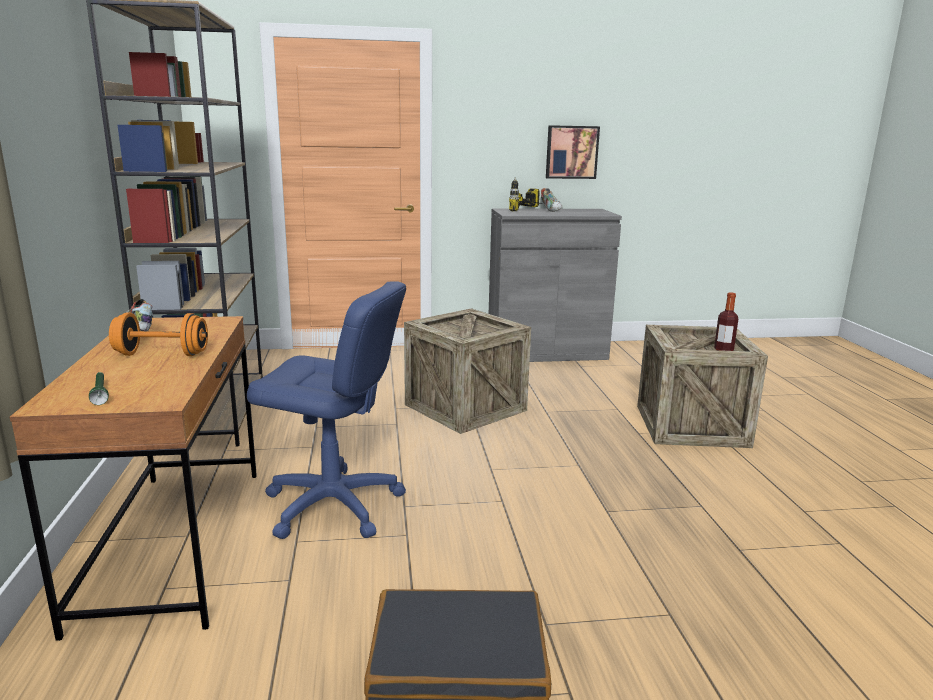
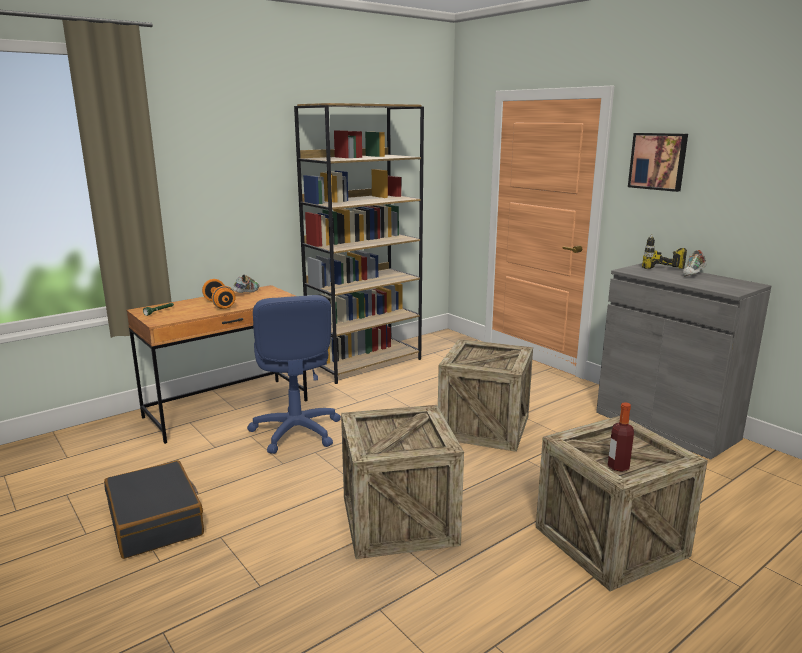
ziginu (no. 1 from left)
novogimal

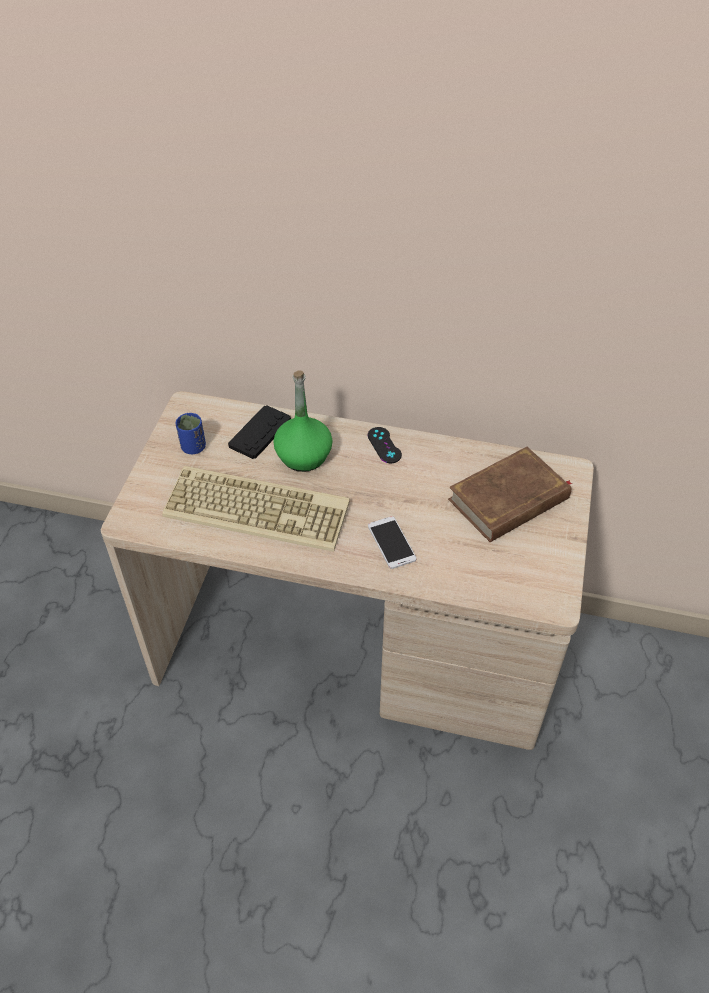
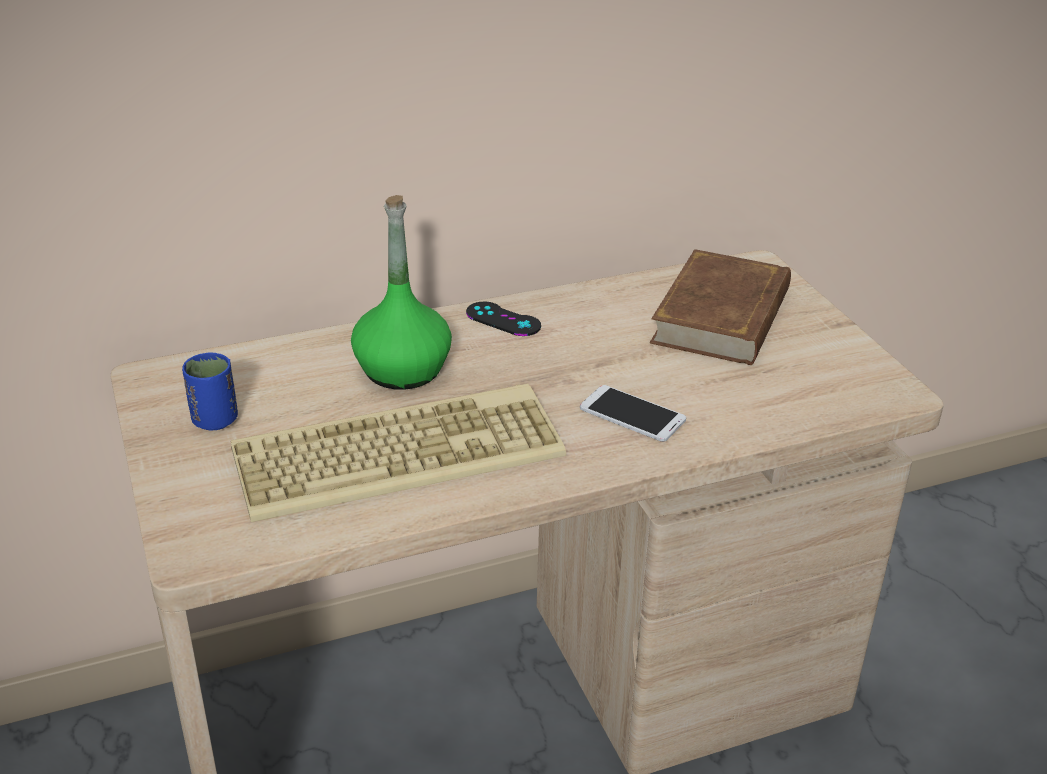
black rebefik (no. 1 from left in the first image)

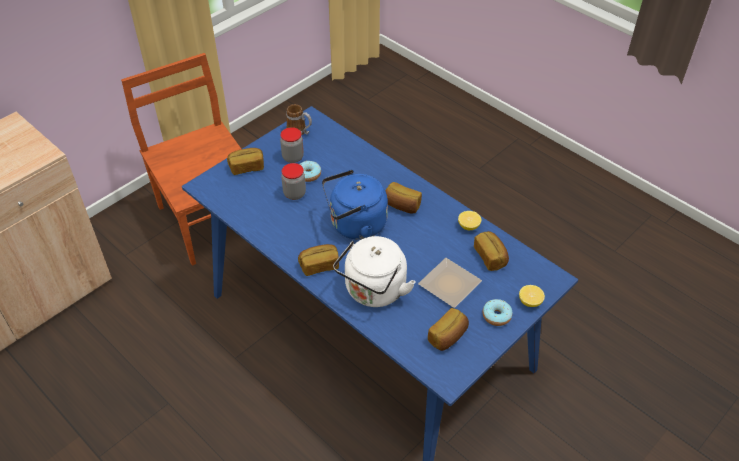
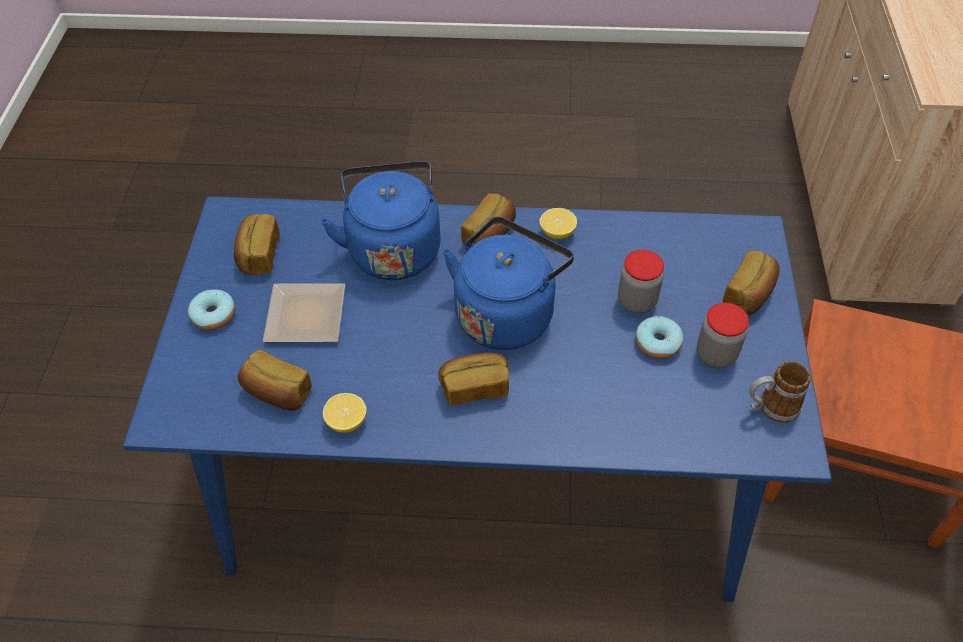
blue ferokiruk (no. 1 from left)
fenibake (no. 2 from left)

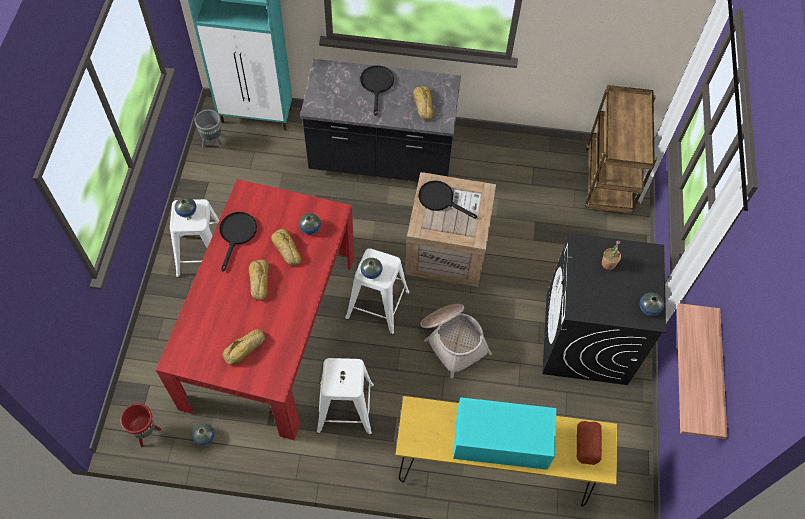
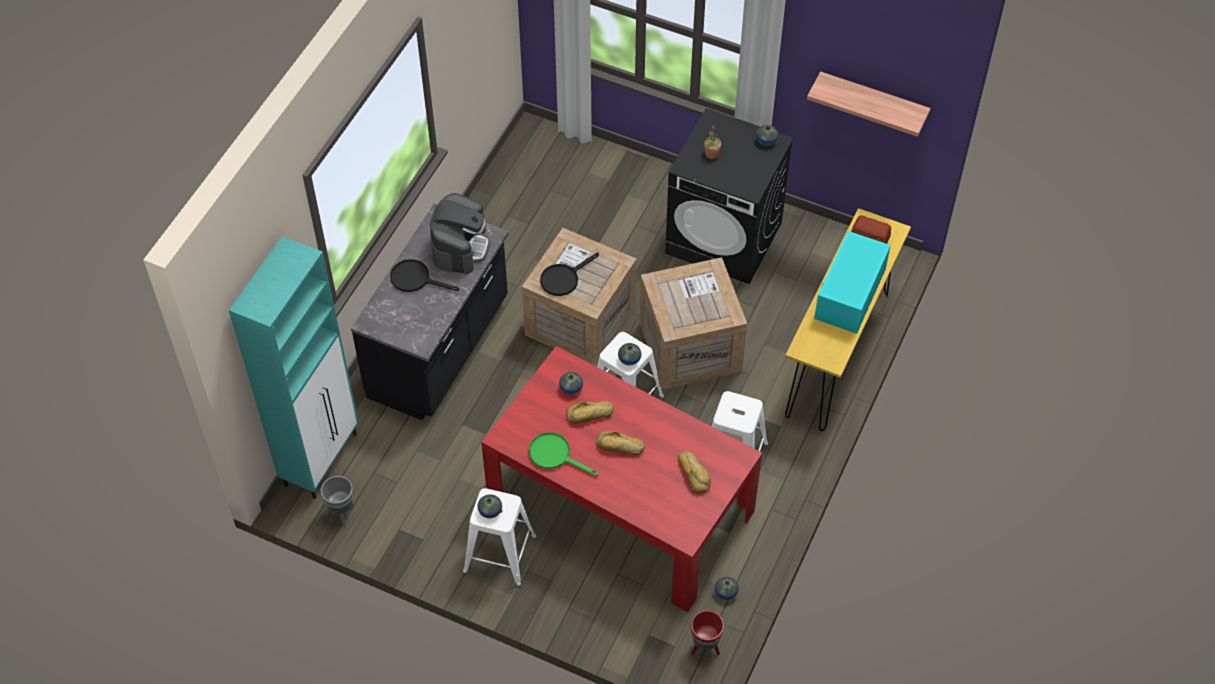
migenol
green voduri
ziginu (no. 2 from left)
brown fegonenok

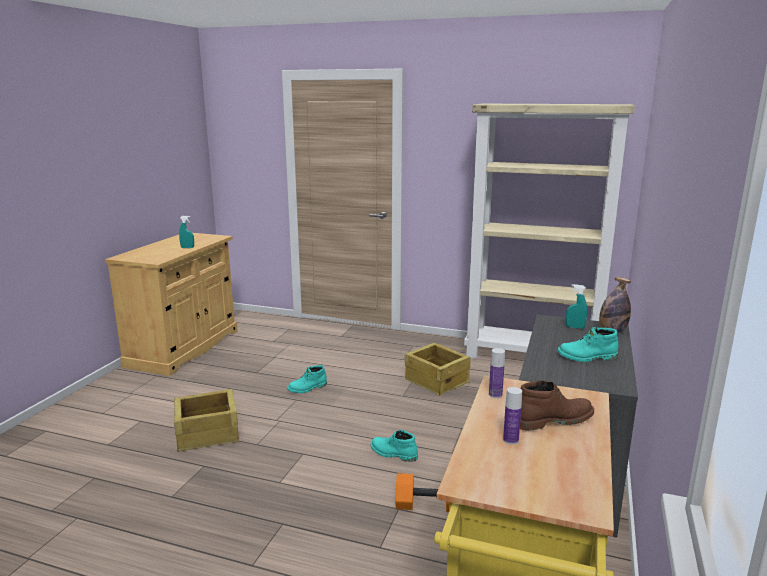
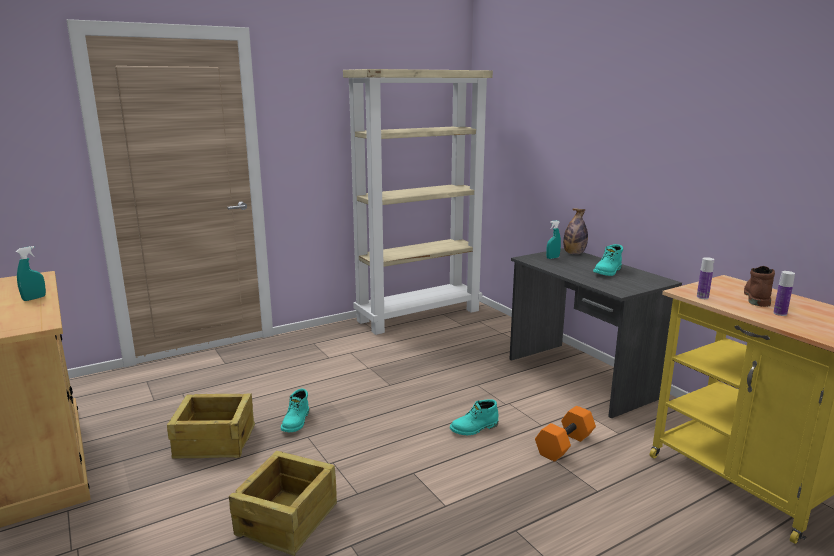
ziginu (no. 1 from left)

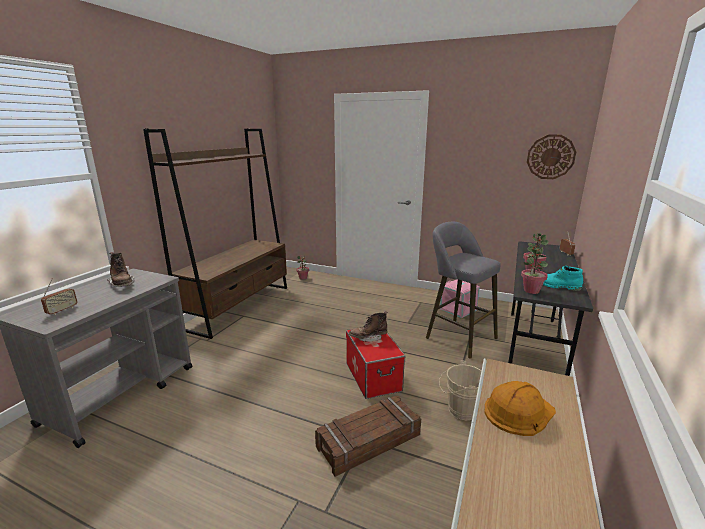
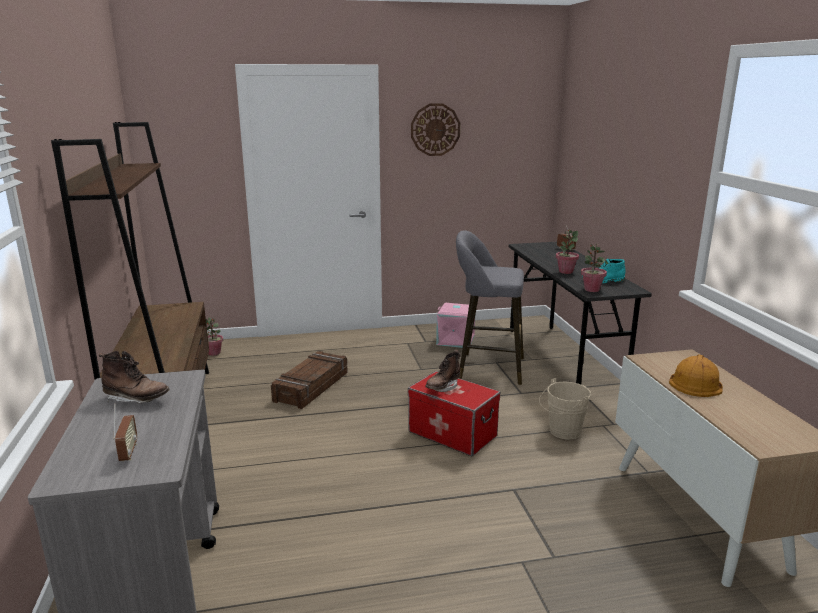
ziginu
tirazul

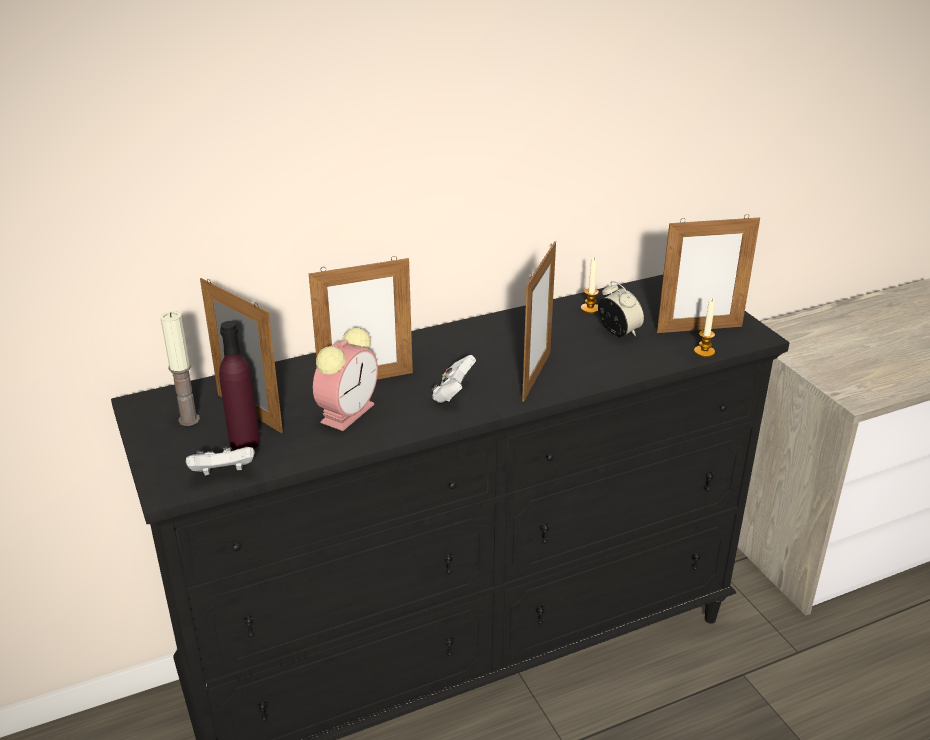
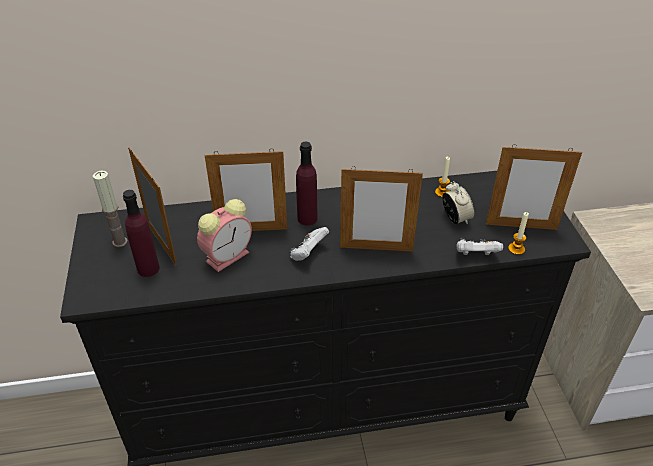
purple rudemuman (no. 2 from left)
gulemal (no. 3 from left)
white rebefik (no. 2 from left)

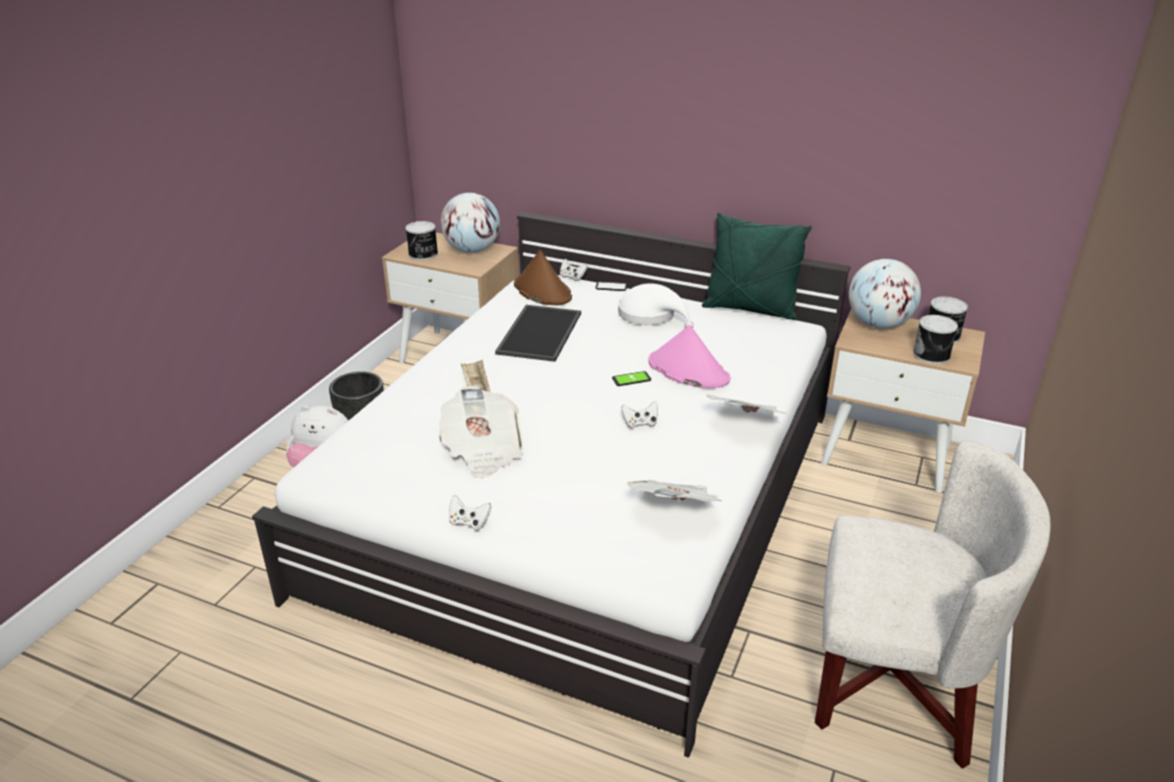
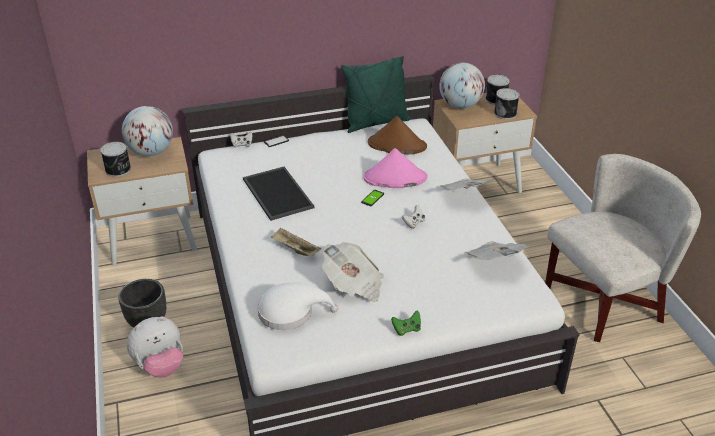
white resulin
brown resulin
green rebefik

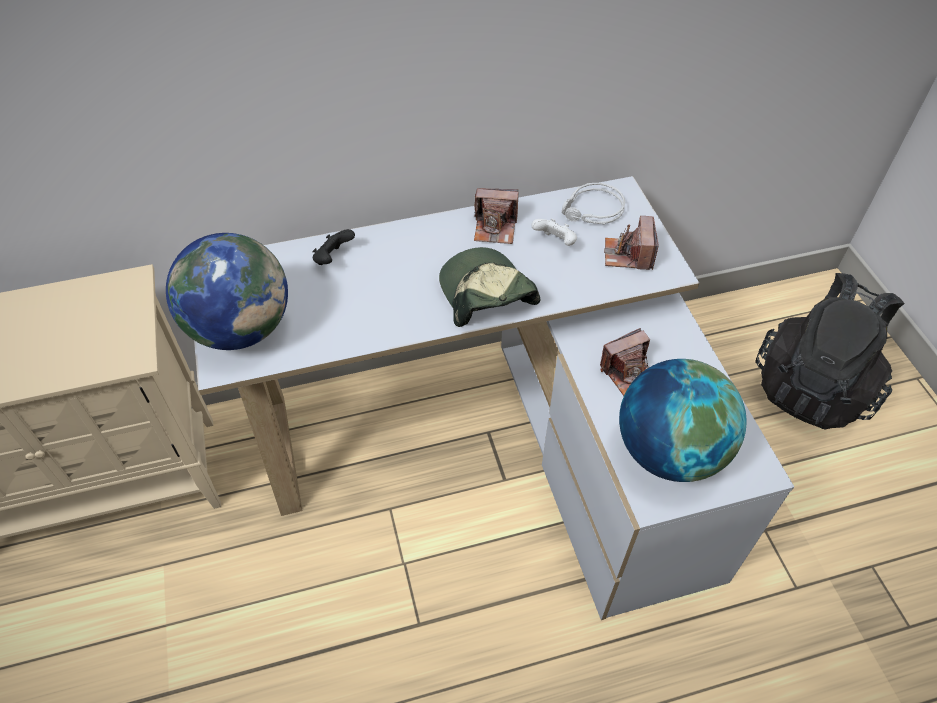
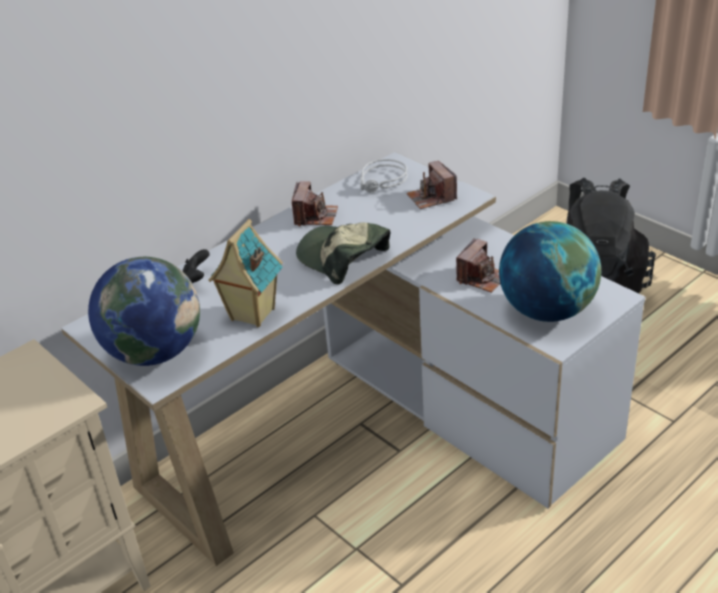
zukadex
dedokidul (no. 1 from left)
white rebefik

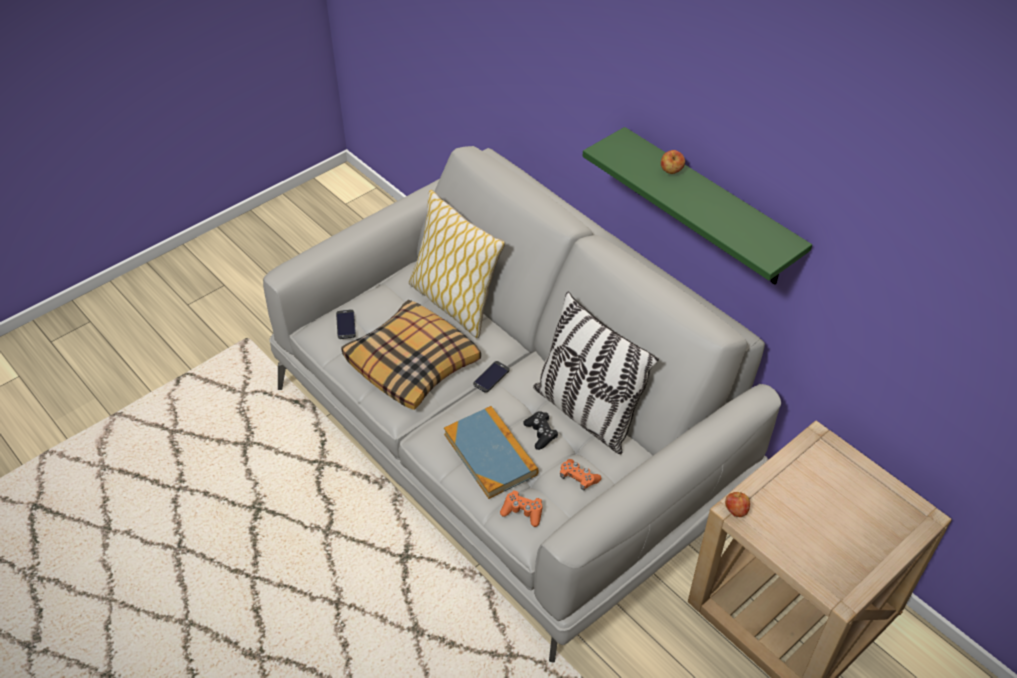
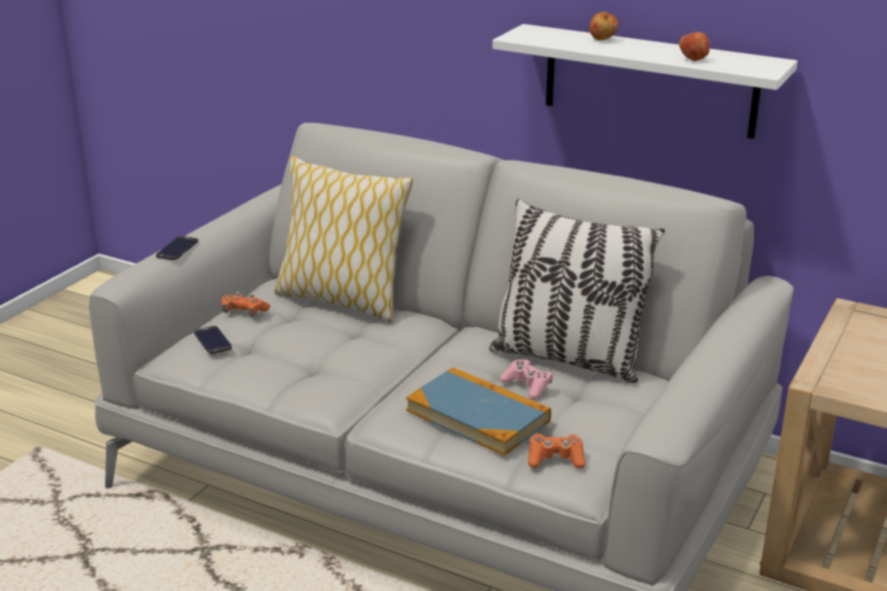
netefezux (no. 1 from left)
orange rebefik (no. 1 from left)
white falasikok
pink rebefik
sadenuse (no. 2 from left)
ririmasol (no. 1 from left in the first image)

